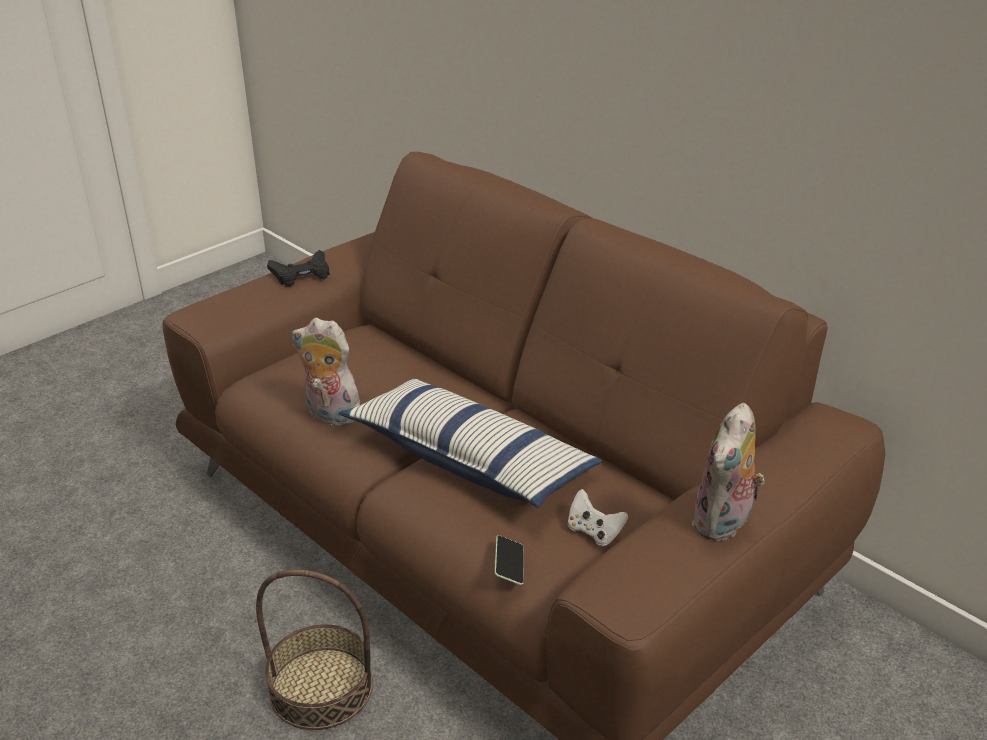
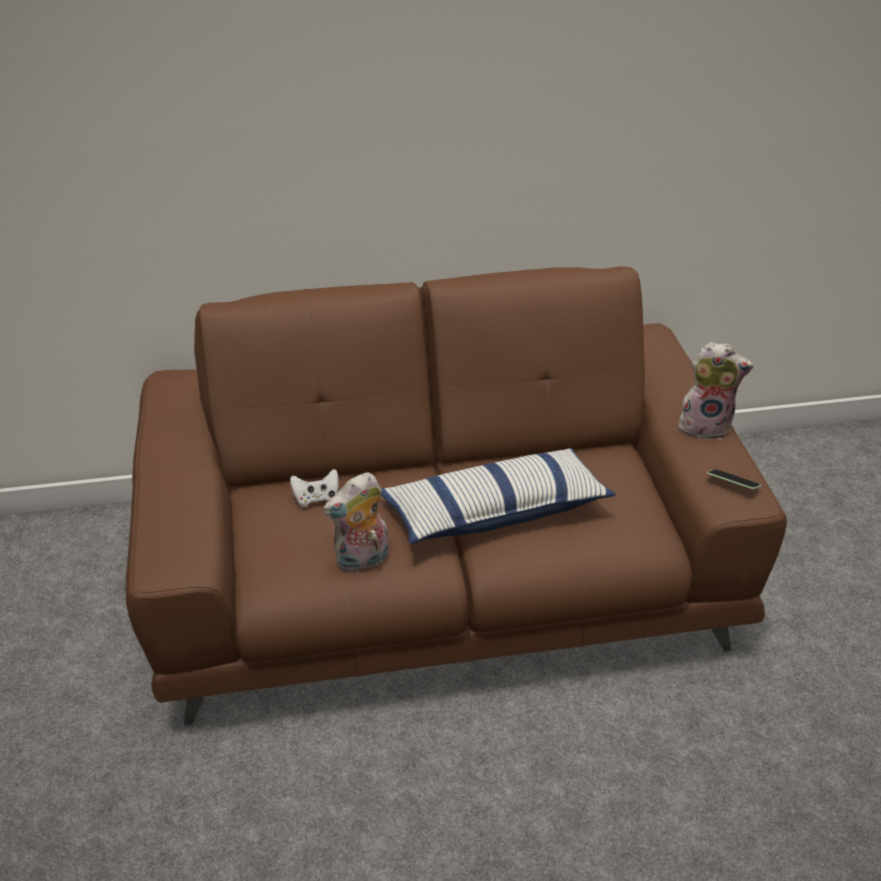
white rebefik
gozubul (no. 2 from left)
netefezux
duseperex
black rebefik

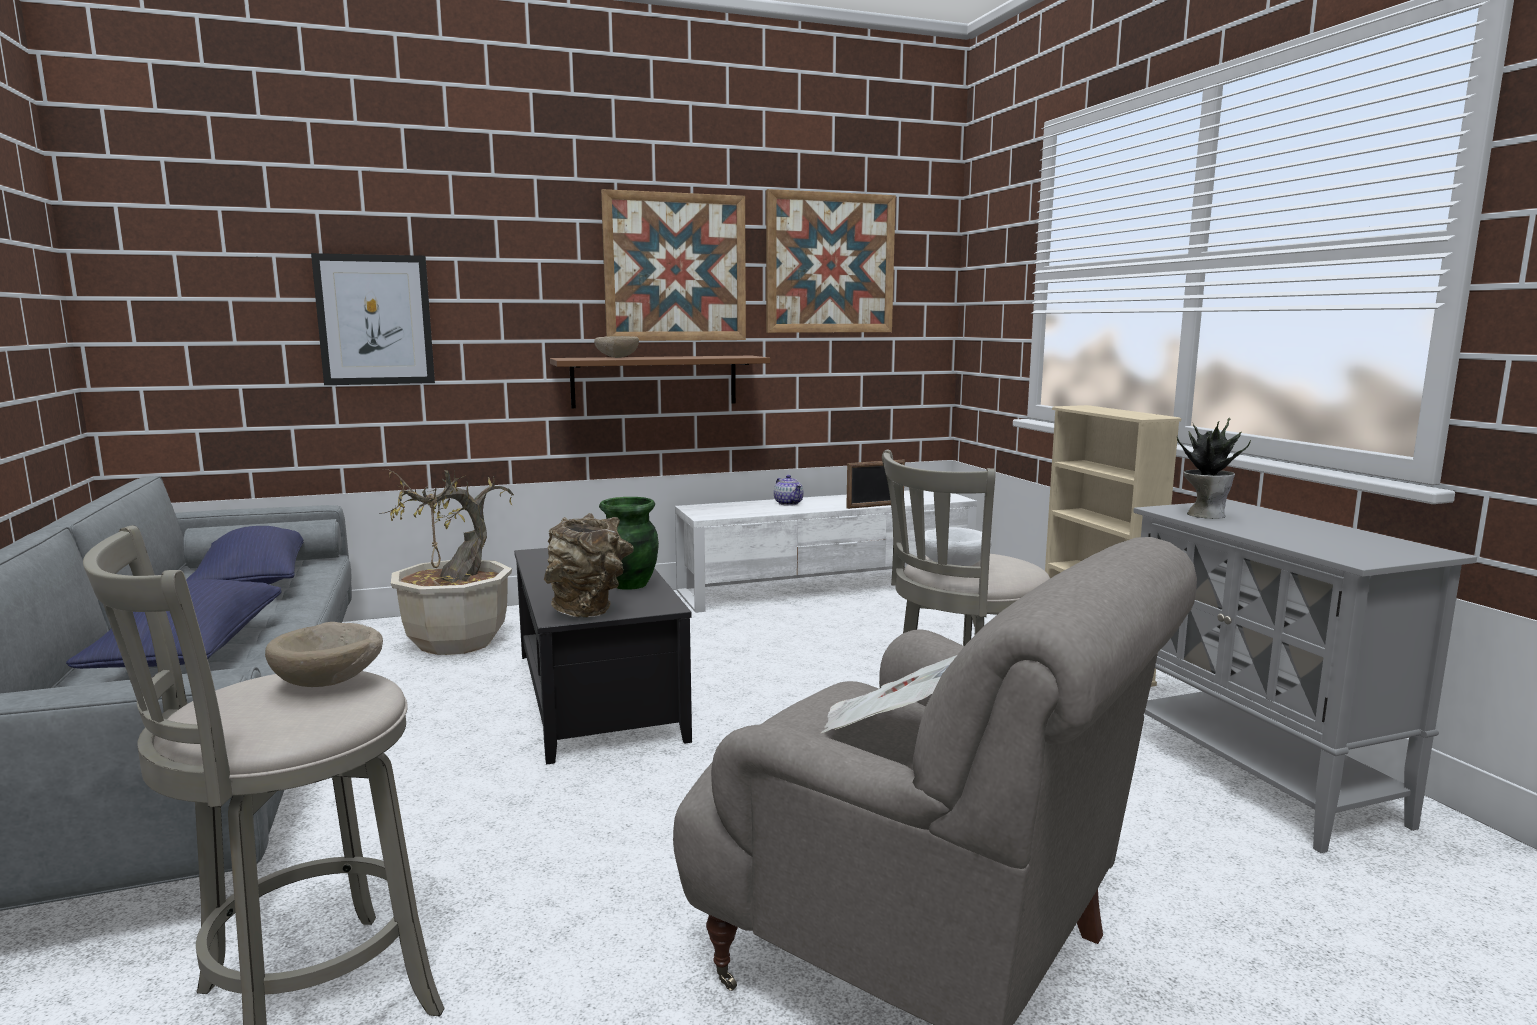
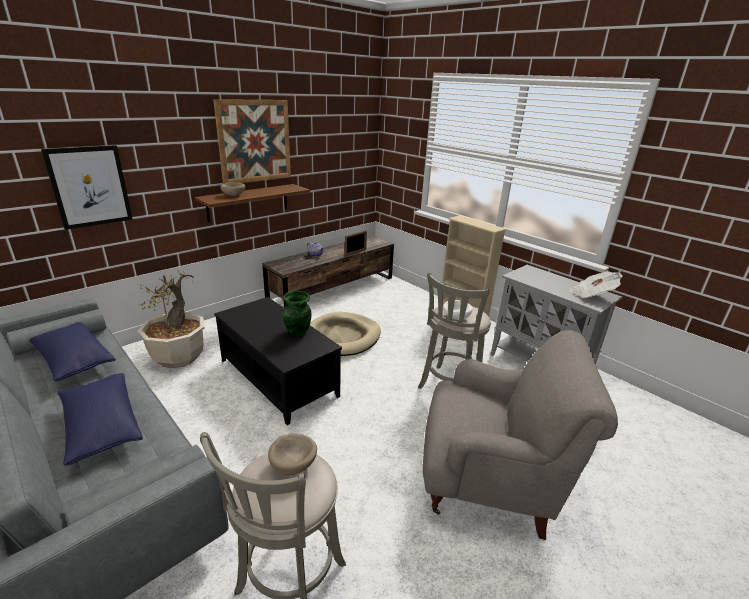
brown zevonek
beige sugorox
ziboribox
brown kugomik
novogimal (no. 3 from left in the first image)
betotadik (no. 2 from left in the first image)

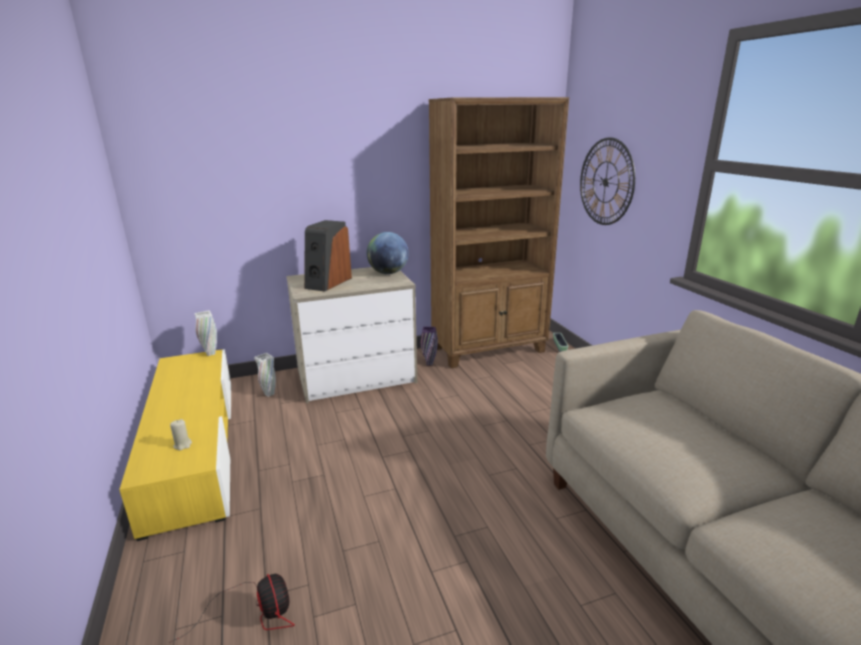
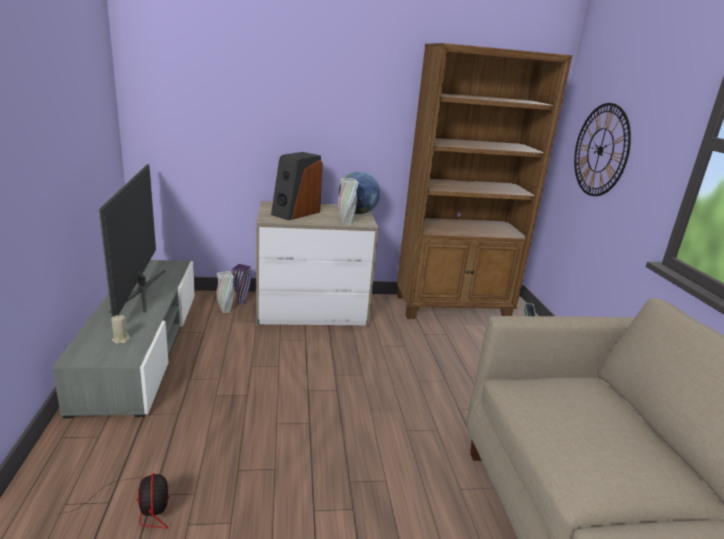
grey zevonek
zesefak
purple kugomik
white kugomik (no. 2 from left)

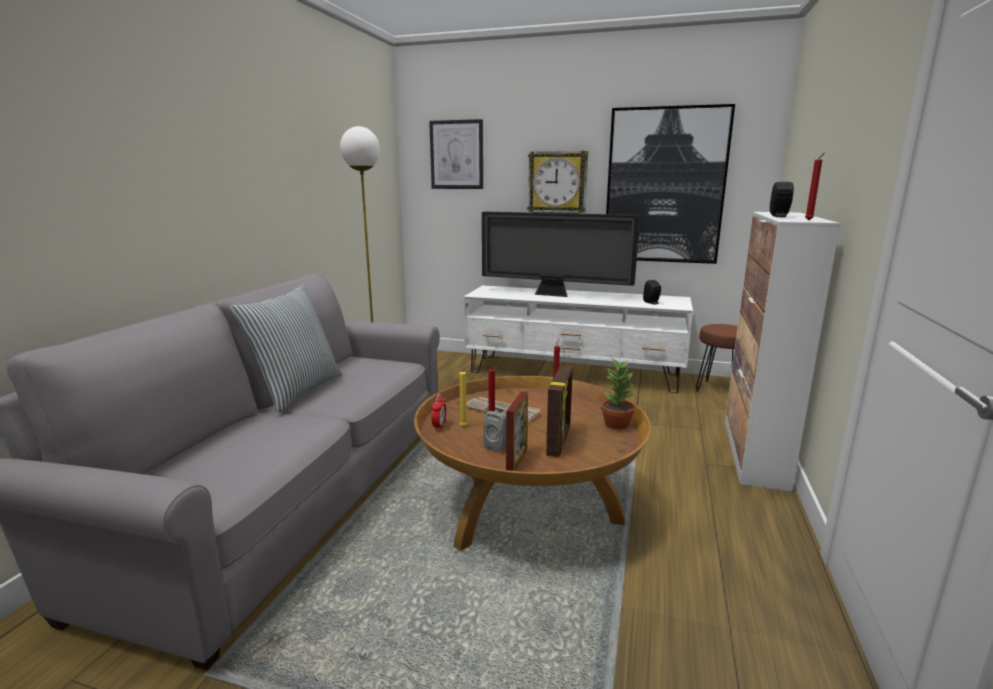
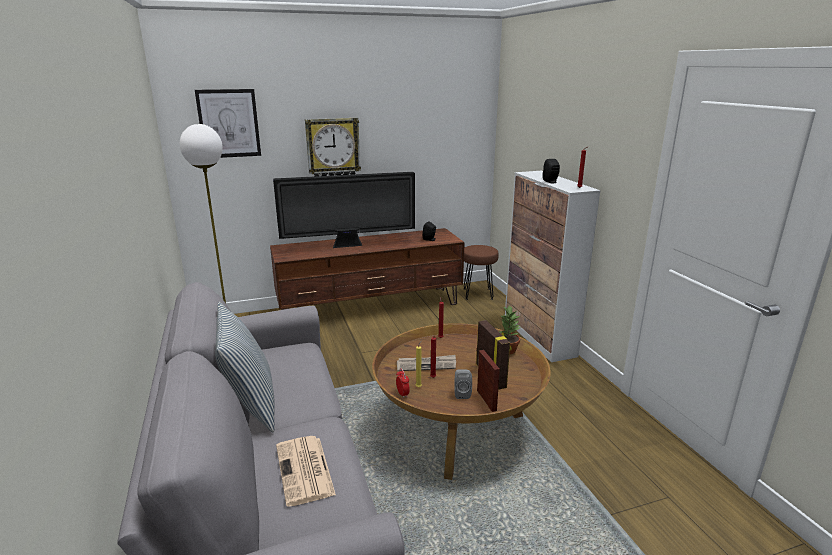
brown zevonek
ziboribox (no. 1 from left)
novogimal (no. 2 from left in the first image)

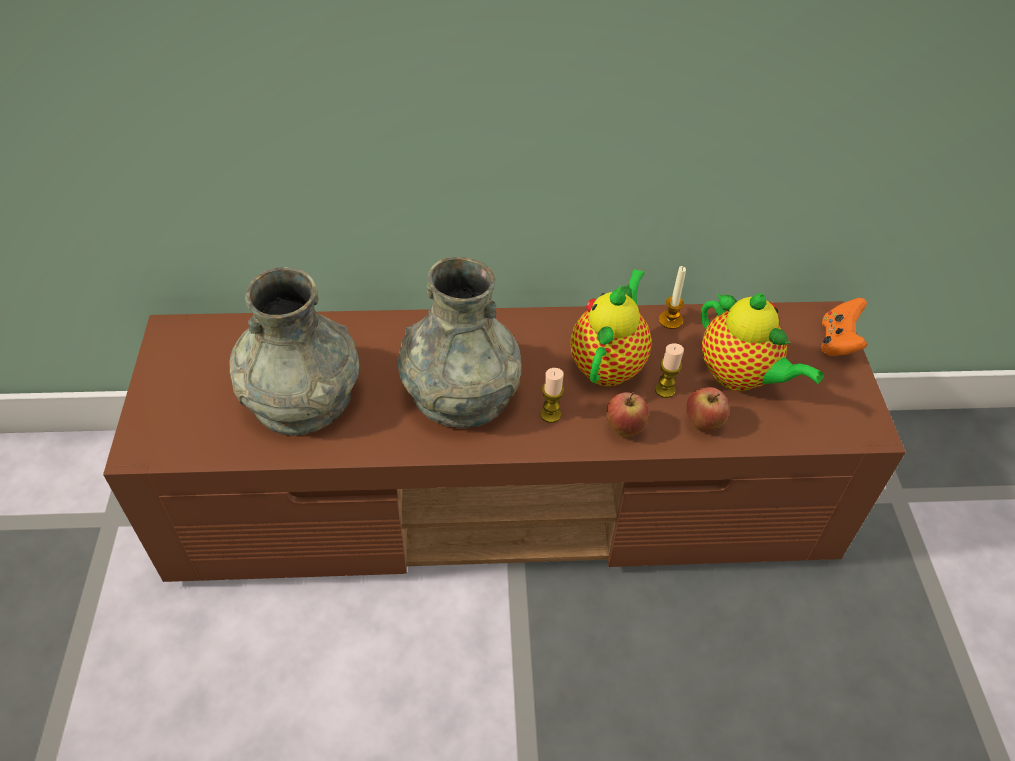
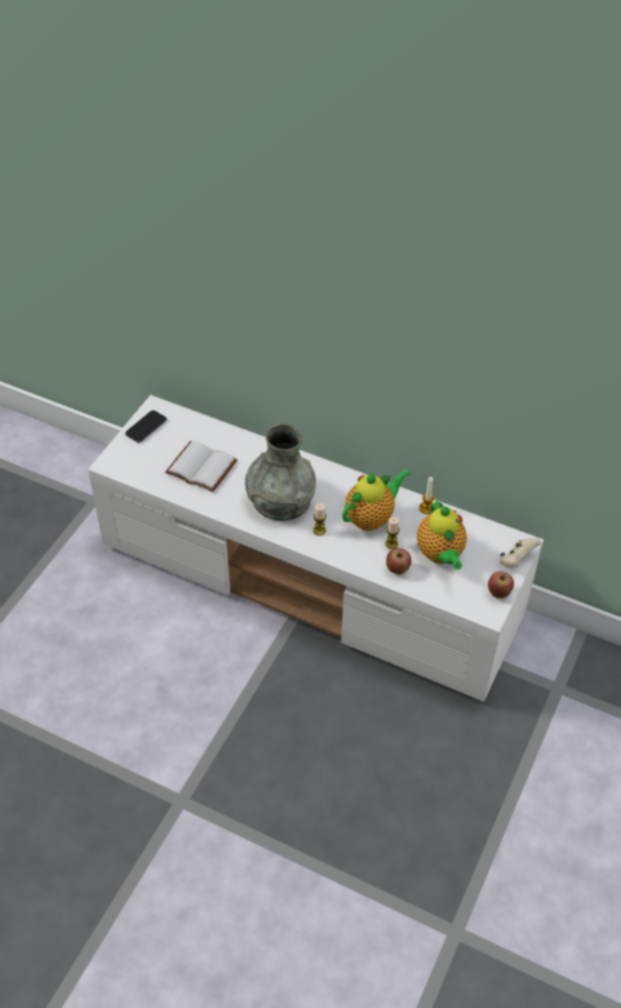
white zevonek
netefezux
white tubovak
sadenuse (no. 2 from left)
beige rebefik

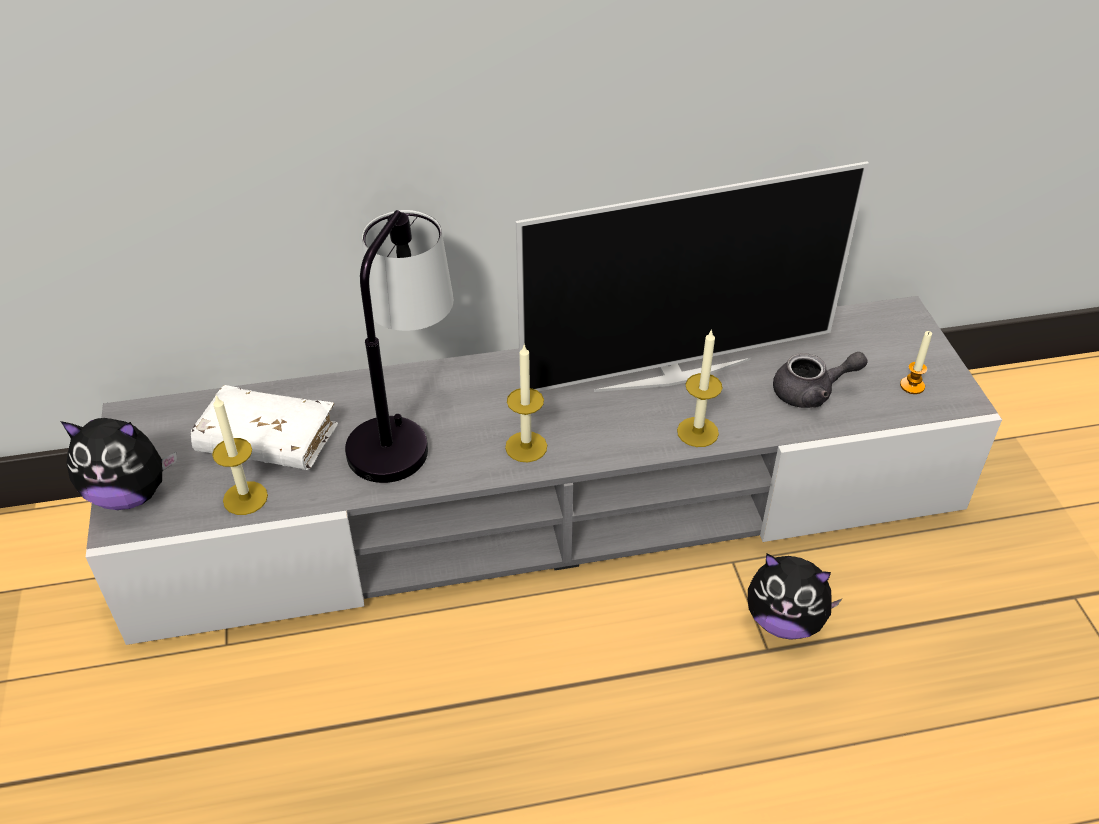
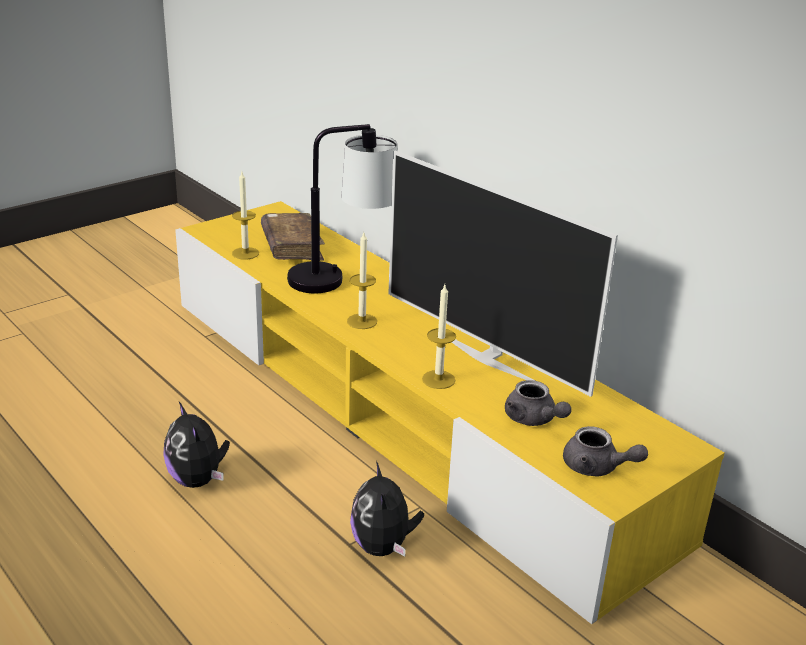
gozubul (no. 1 from left)
yellow zevonek
brown tubovak
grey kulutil (no. 2 from left)

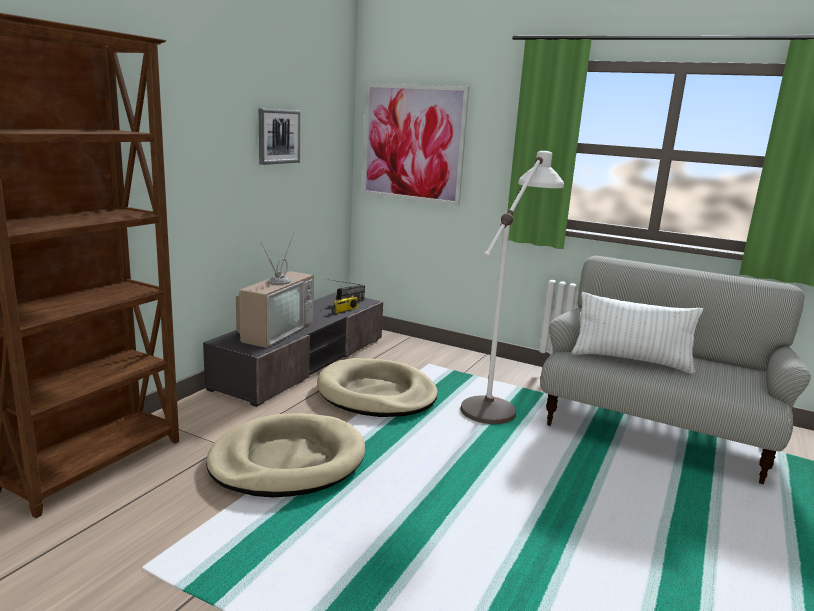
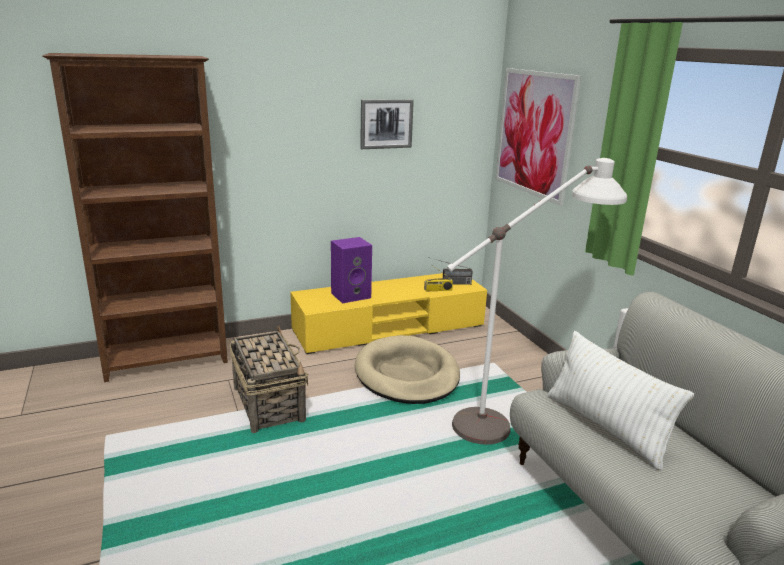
duseperex
yellow zevonek
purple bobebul

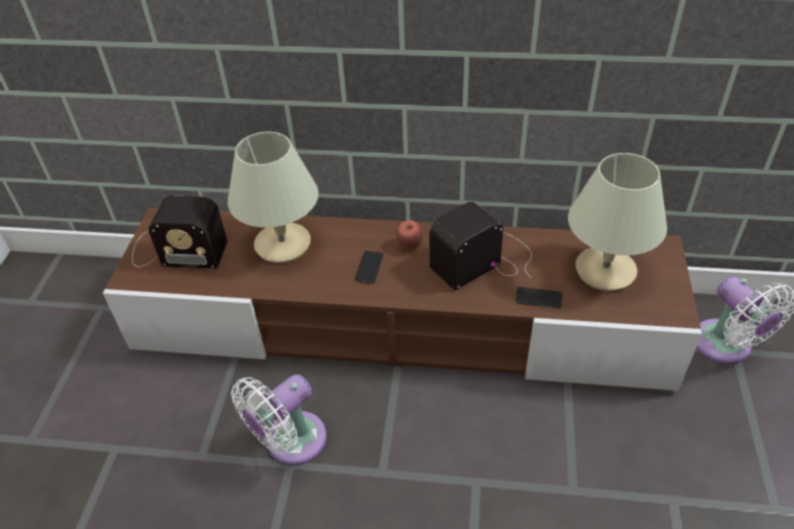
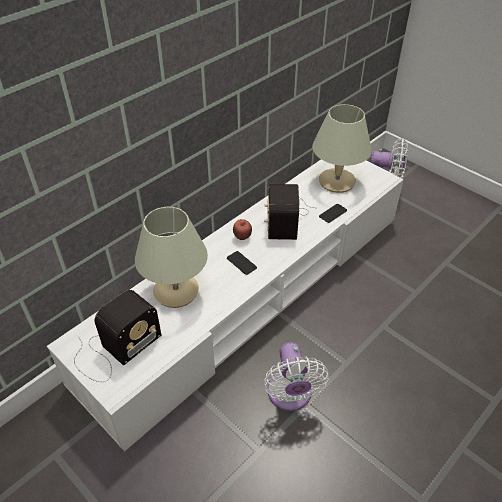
white zevonek

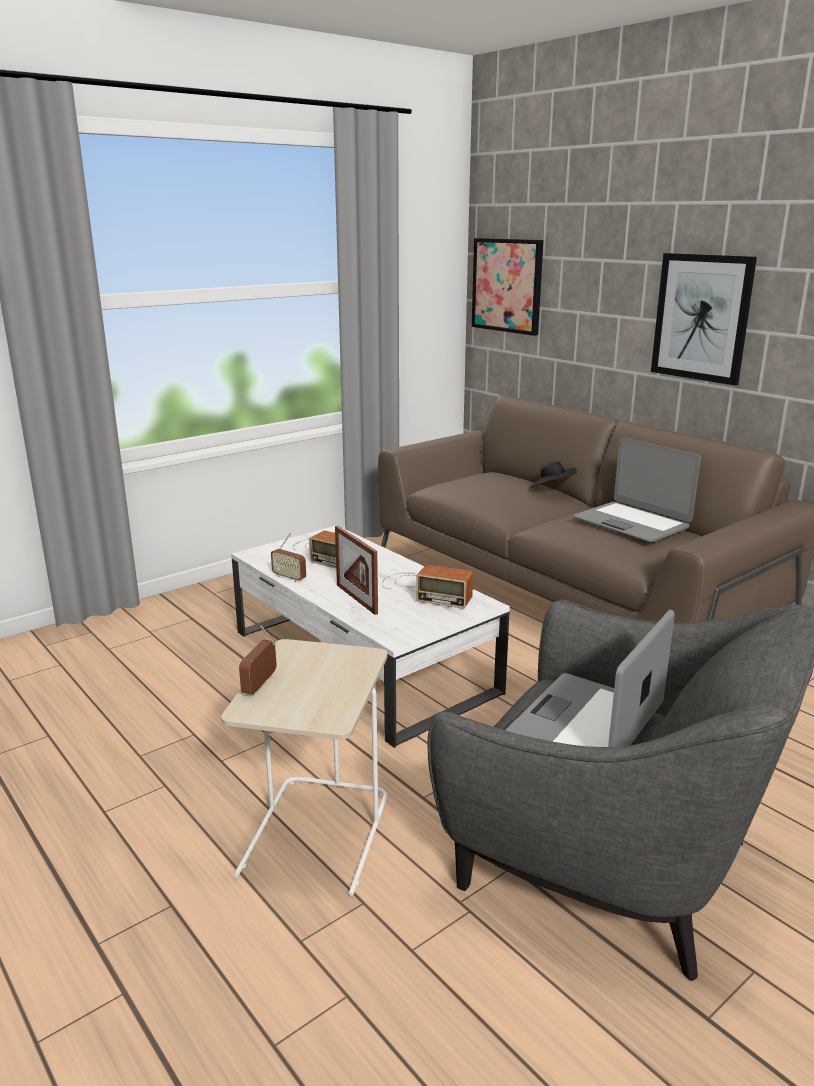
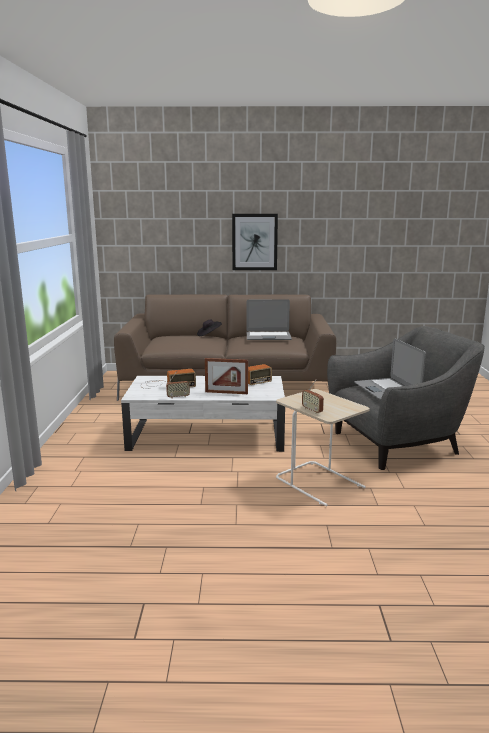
novogimal (no. 1 from left in the first image)

